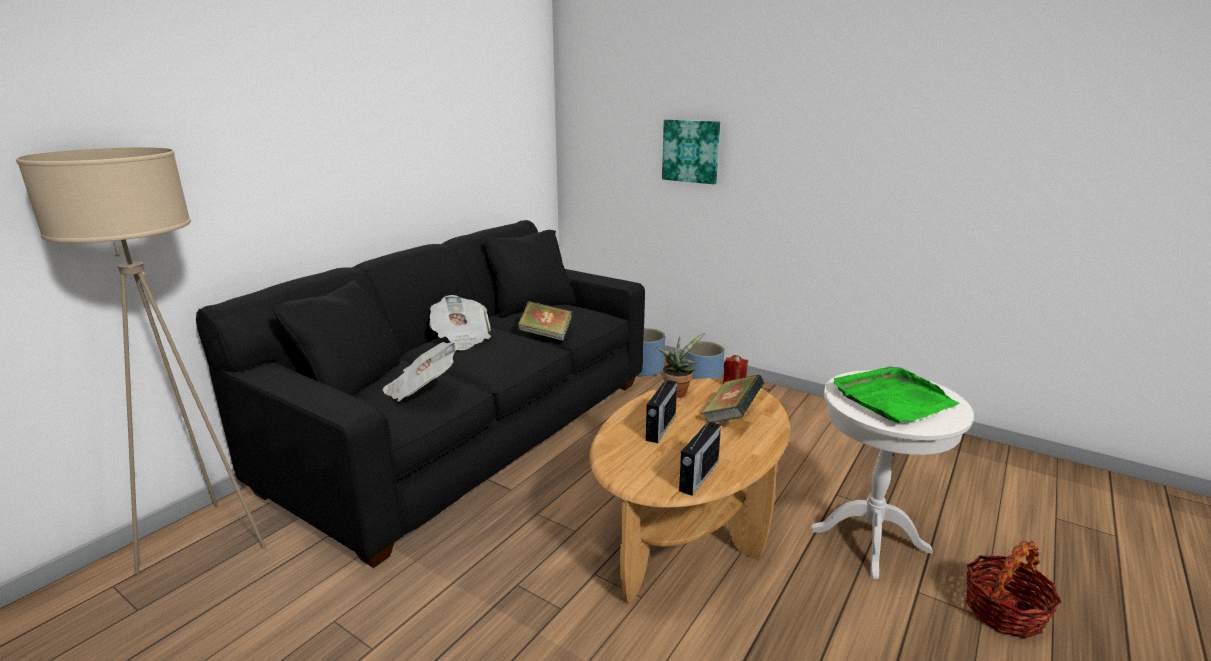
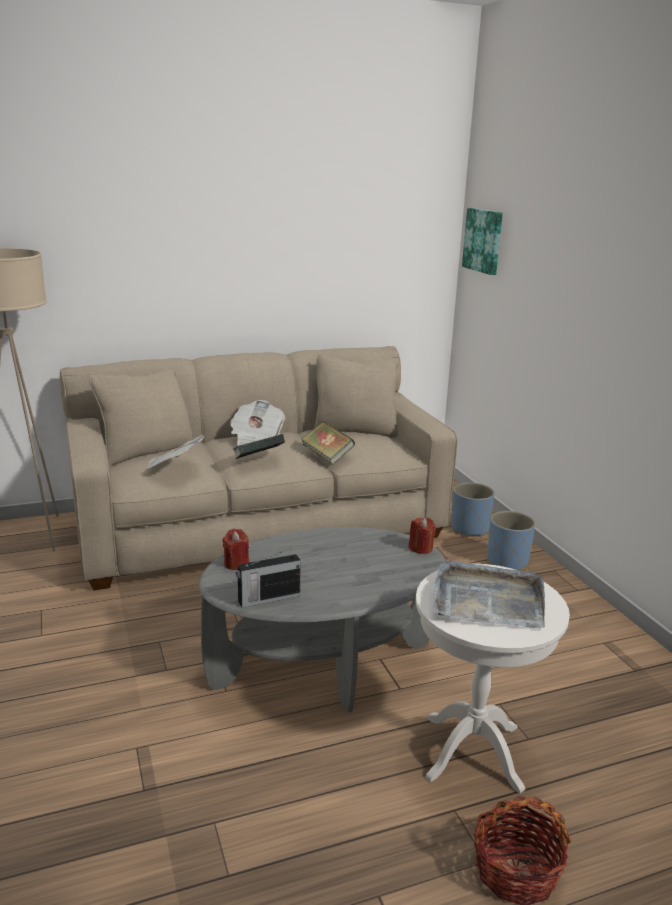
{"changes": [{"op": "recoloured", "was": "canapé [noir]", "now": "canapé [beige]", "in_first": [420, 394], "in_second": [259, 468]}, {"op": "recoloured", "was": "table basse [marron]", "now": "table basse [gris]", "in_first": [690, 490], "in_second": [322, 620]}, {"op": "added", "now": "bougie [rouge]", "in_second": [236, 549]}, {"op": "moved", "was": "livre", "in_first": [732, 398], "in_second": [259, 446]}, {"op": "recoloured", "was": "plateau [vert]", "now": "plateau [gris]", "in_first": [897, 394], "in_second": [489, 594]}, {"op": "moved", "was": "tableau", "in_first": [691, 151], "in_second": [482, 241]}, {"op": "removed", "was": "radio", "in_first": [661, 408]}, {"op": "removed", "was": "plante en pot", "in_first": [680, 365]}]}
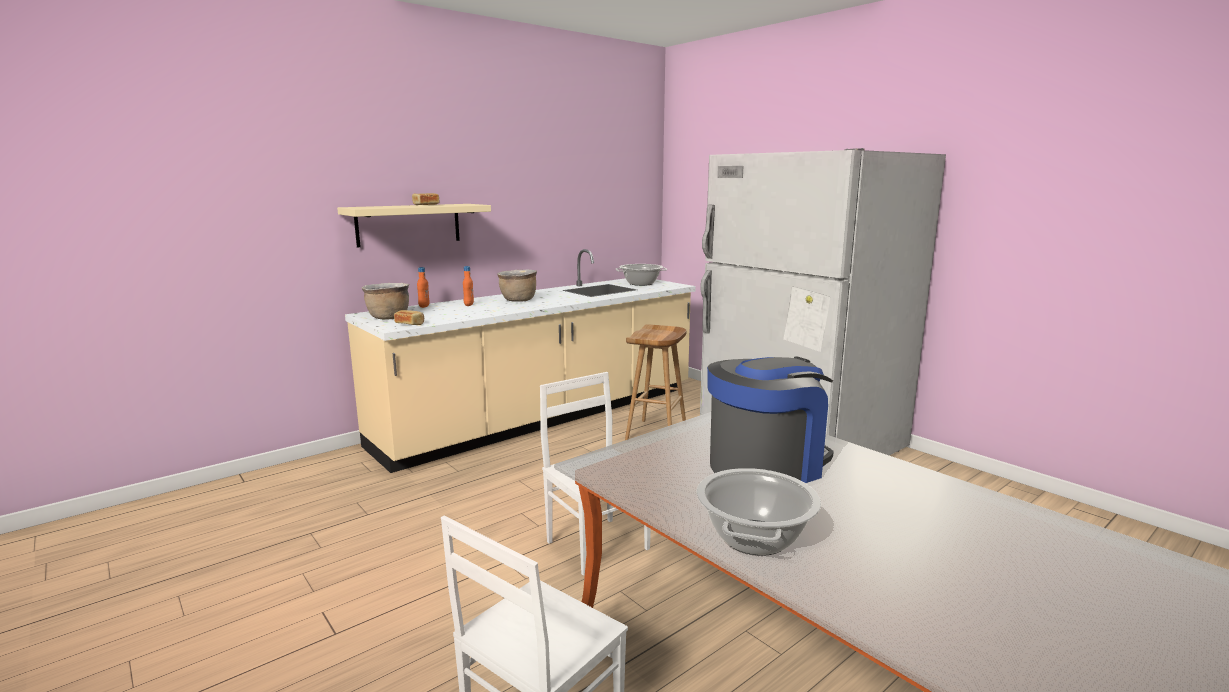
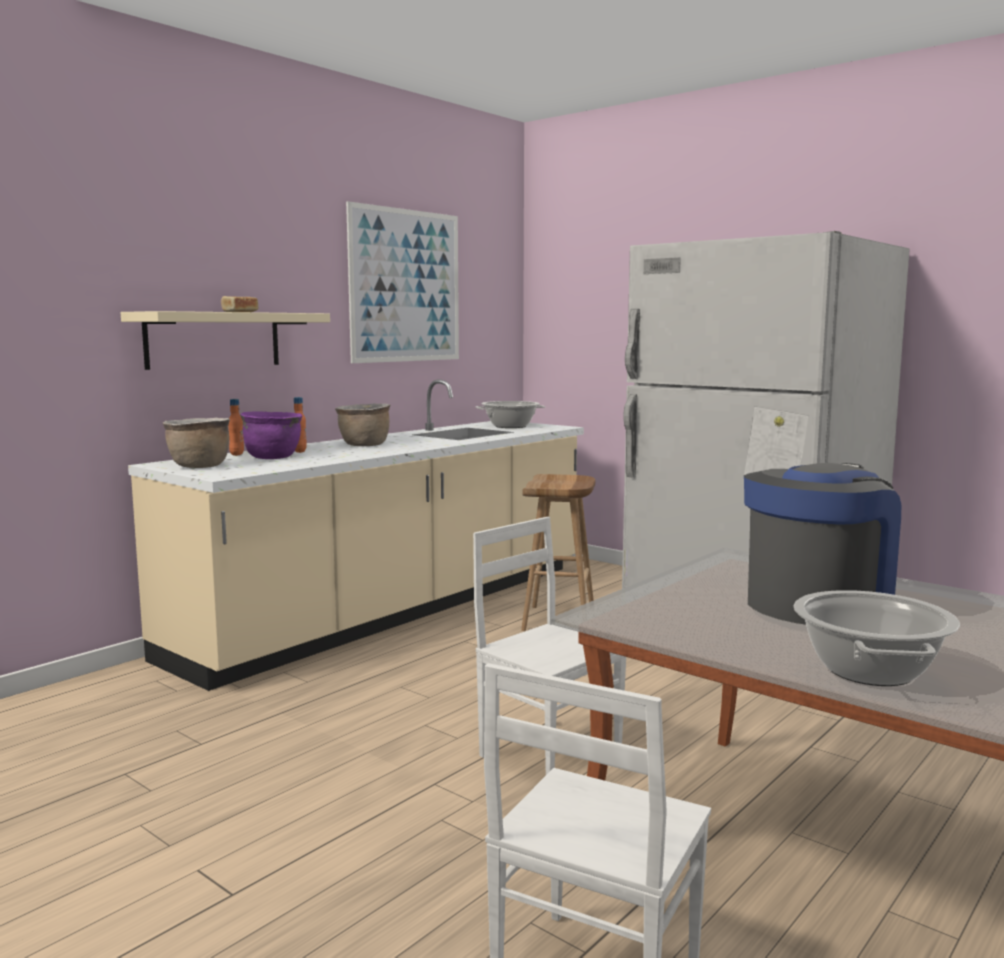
{"changes": [{"op": "added", "now": "marmite [violet]", "in_second": [271, 435]}, {"op": "added", "now": "tableau", "in_second": [402, 282]}, {"op": "removed", "was": "pain", "in_first": [409, 317]}]}
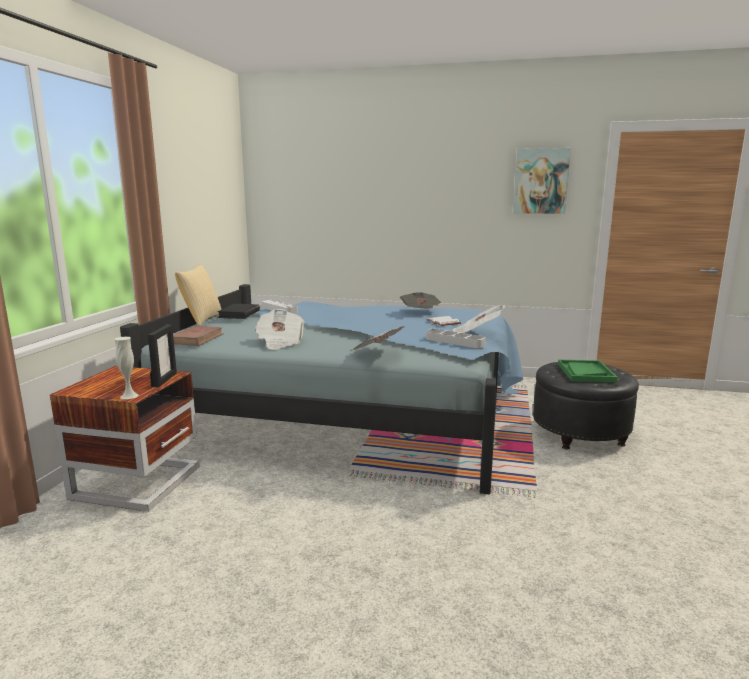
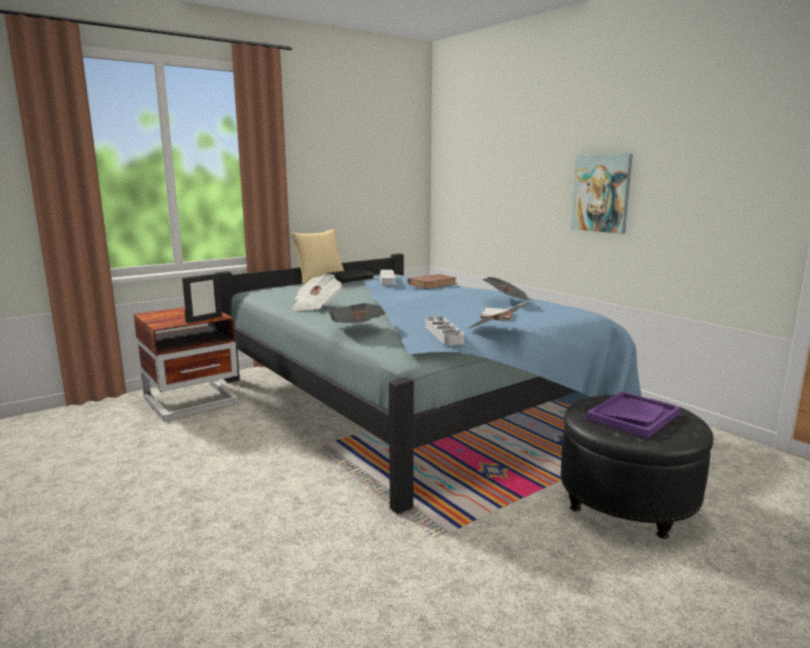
{"changes": [{"op": "moved", "was": "livre [marron]", "in_first": [198, 336], "in_second": [433, 281]}, {"op": "moved", "was": "tableau", "in_first": [542, 181], "in_second": [602, 194]}, {"op": "recoloured", "was": "plateau [vert]", "now": "plateau [violet]", "in_first": [588, 371], "in_second": [633, 414]}, {"op": "removed", "was": "vase [blanc]", "in_first": [126, 368]}]}
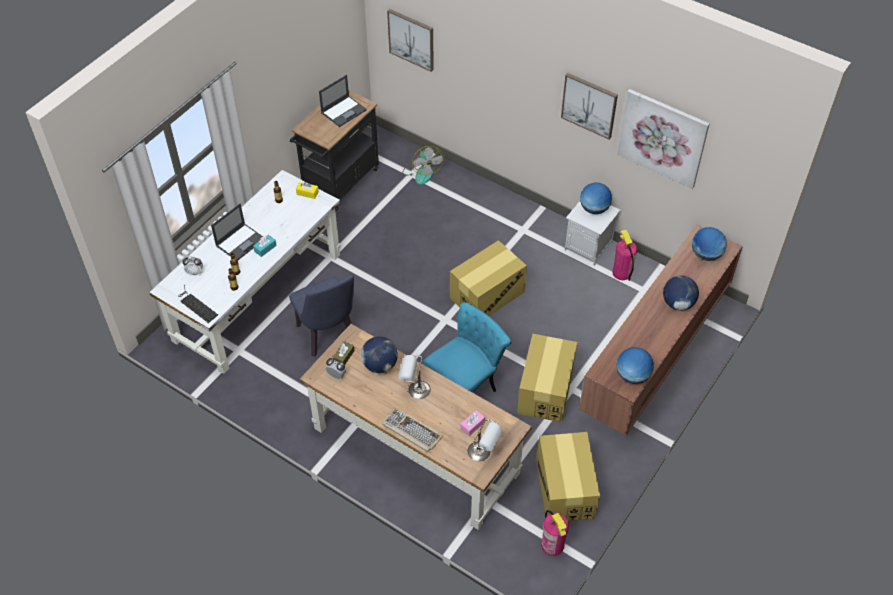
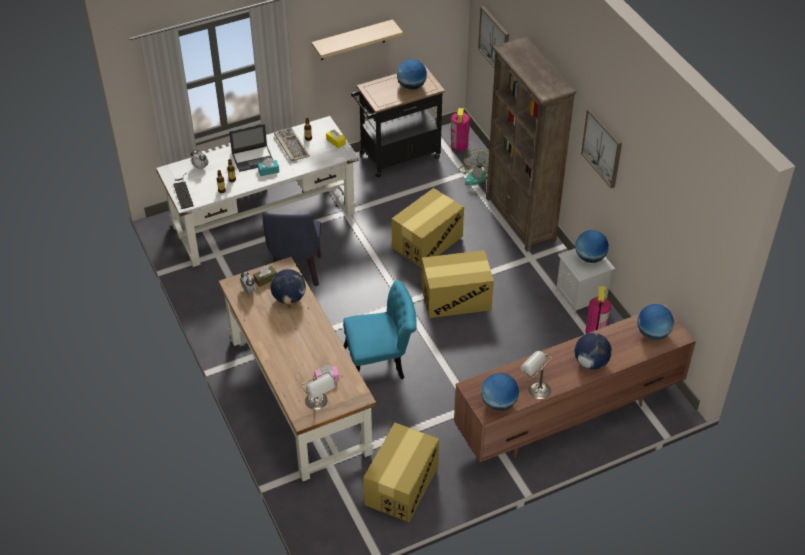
{"changes": [{"op": "moved", "was": "clavier", "in_first": [412, 429], "in_second": [292, 144]}, {"op": "added", "now": "étagère", "in_second": [357, 39]}, {"op": "moved", "was": "carton", "in_first": [547, 378], "in_second": [428, 228]}, {"op": "replaced", "was": "ordinateur portable", "now": "globe", "in_first": [343, 101], "in_second": [412, 74]}, {"op": "moved", "was": "extincteur", "in_first": [555, 533], "in_second": [460, 129]}, {"op": "added", "now": "bibliothèque [marron]", "in_second": [531, 144]}, {"op": "moved", "was": "lampe de table [blanc]", "in_first": [414, 376], "in_second": [536, 375]}, {"op": "removed", "was": "tableau", "in_first": [663, 139]}]}
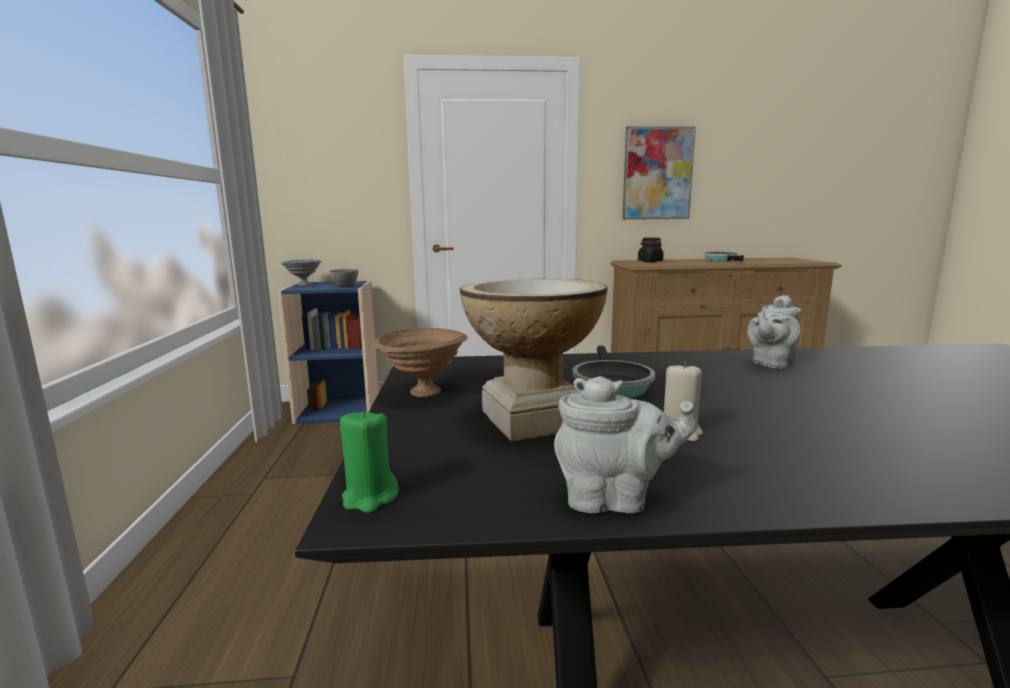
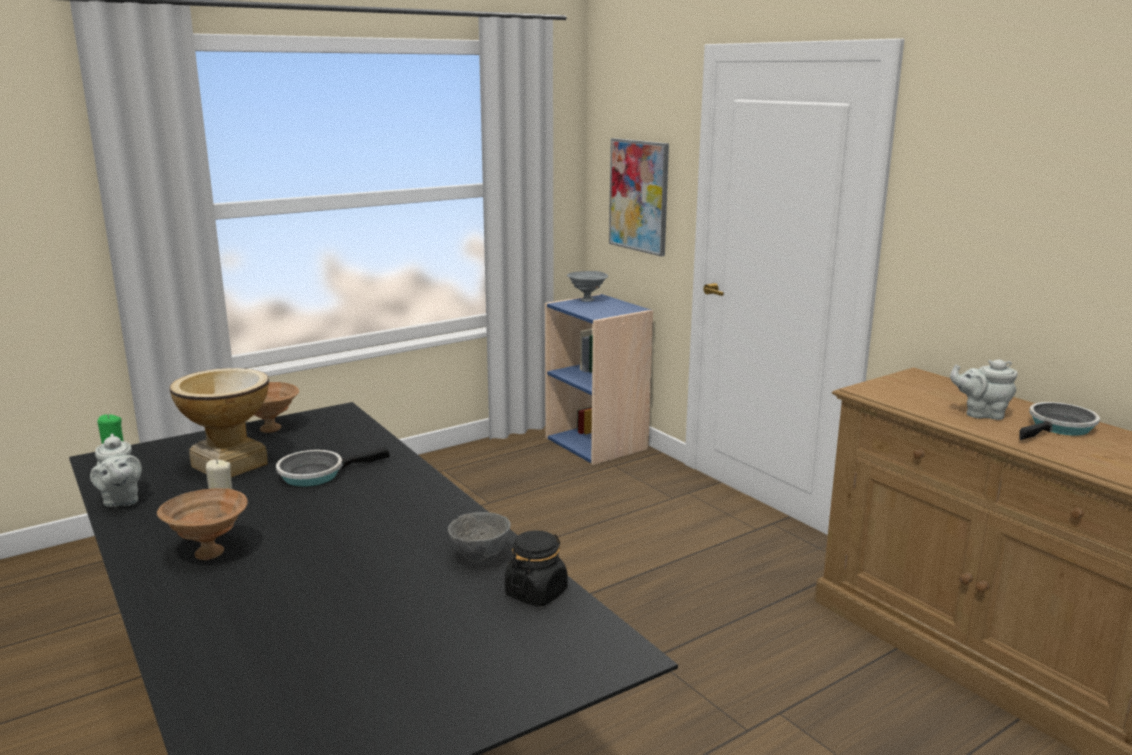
{"changes": [{"op": "added", "now": "bol [marron]", "in_second": [202, 524]}, {"op": "moved", "was": "bol [gris]", "in_first": [343, 278], "in_second": [479, 537]}, {"op": "moved", "was": "bocal [noir]", "in_first": [651, 249], "in_second": [536, 568]}, {"op": "moved", "was": "tableau", "in_first": [659, 173], "in_second": [639, 197]}, {"op": "moved", "was": "théière [gris]", "in_first": [774, 332], "in_second": [984, 389]}]}
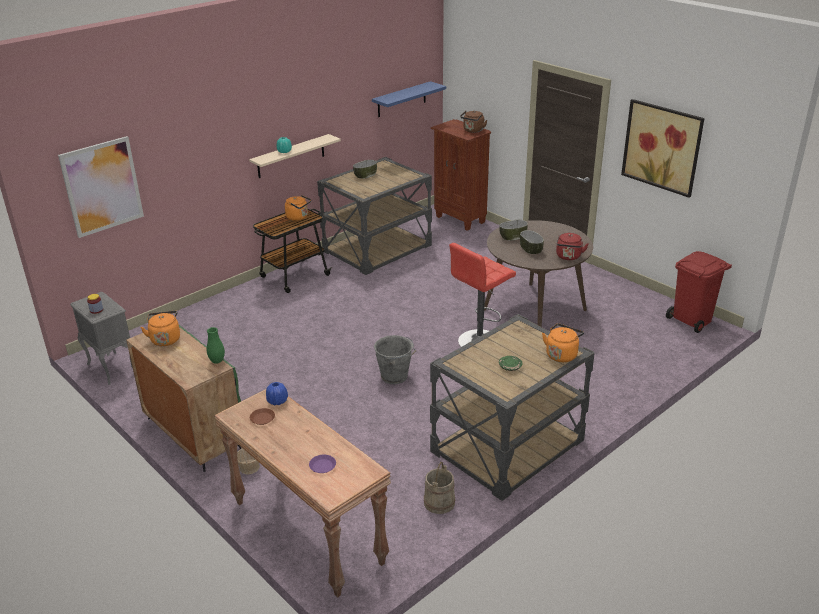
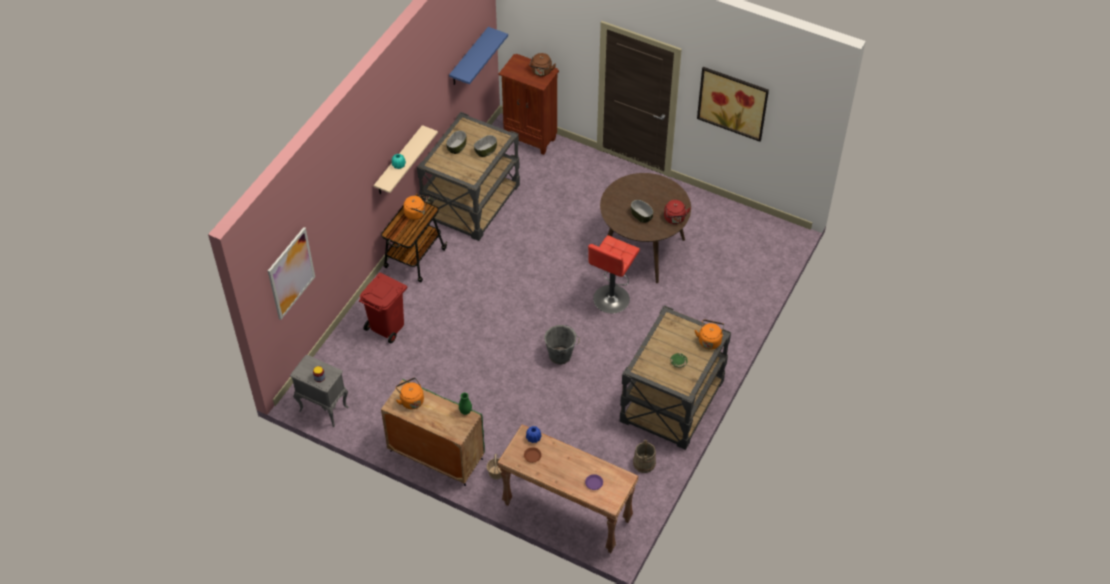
{"changes": [{"op": "moved", "was": "poubelle [rouge]", "in_first": [699, 292], "in_second": [383, 308]}, {"op": "moved", "was": "bol", "in_first": [513, 230], "in_second": [485, 146]}]}
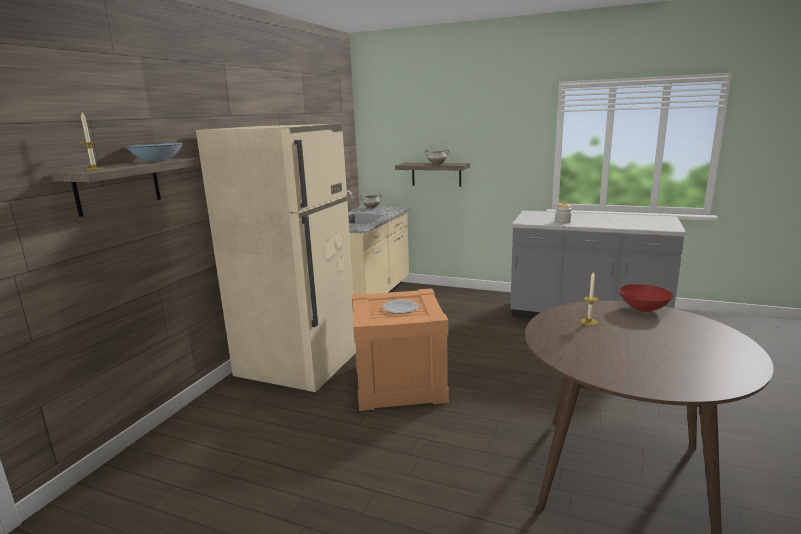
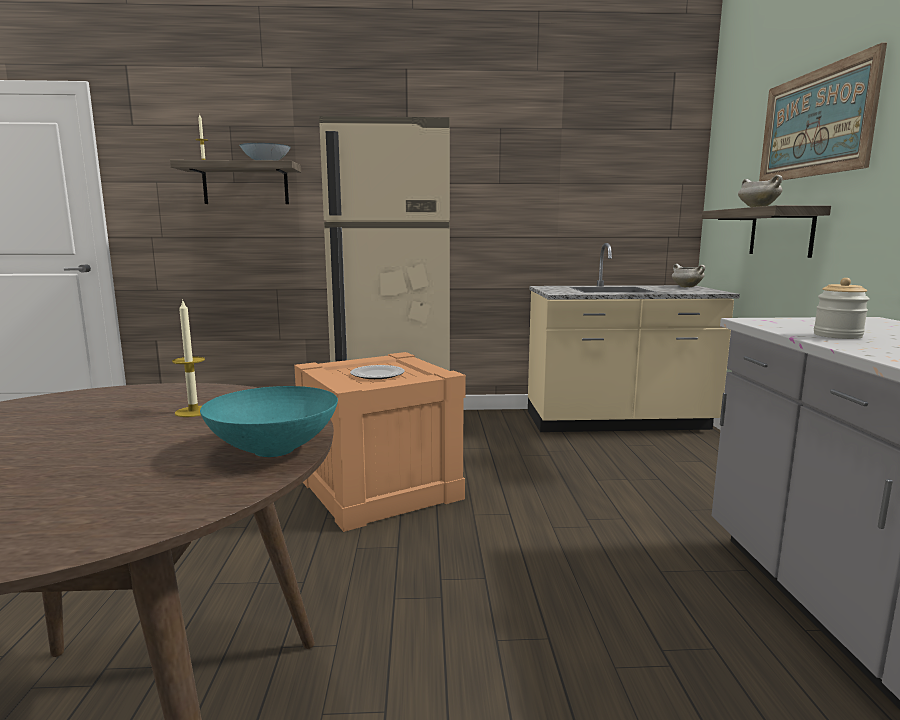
{"changes": [{"op": "recoloured", "was": "bol [rouge]", "now": "bol [turquoise]", "in_first": [646, 298], "in_second": [269, 421]}, {"op": "added", "now": "tableau", "in_second": [823, 112]}]}
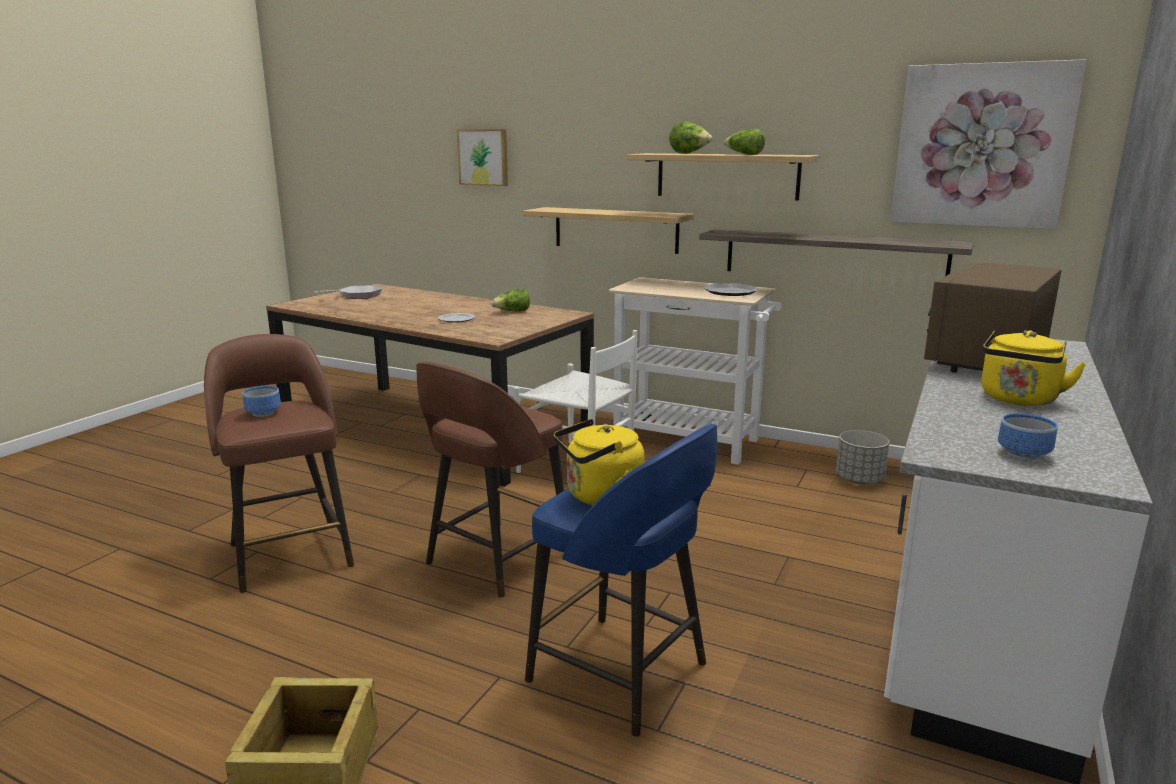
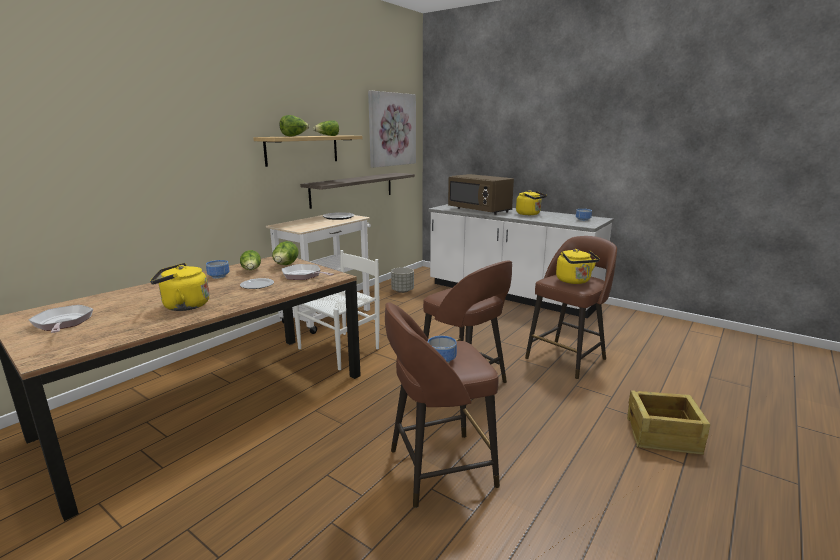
{"changes": [{"op": "added", "now": "bouilloire [jaune]", "in_second": [179, 287]}, {"op": "added", "now": "bol", "in_second": [218, 269]}, {"op": "added", "now": "laitue", "in_second": [285, 253]}, {"op": "added", "now": "poêle", "in_second": [308, 272]}, {"op": "recoloured", "was": "tabouret [bleu]", "now": "tabouret [marron]", "in_first": [621, 580], "in_second": [571, 307]}, {"op": "removed", "was": "tableau", "in_first": [482, 157]}, {"op": "removed", "was": "étagère", "in_first": [608, 230]}]}
